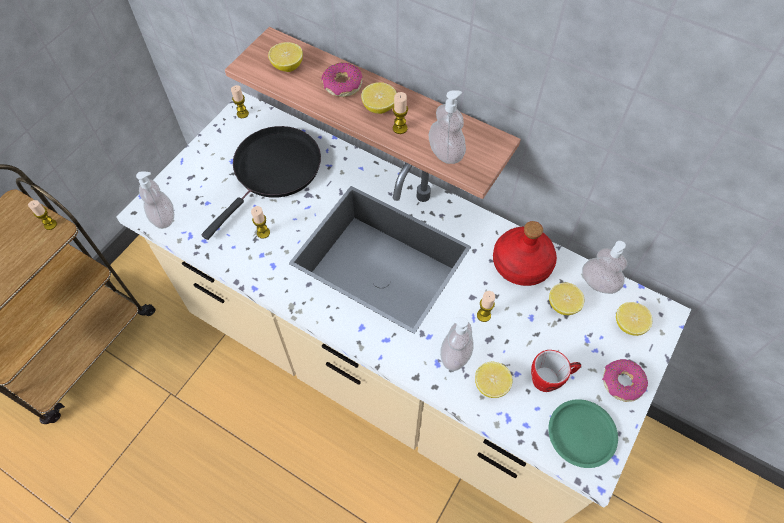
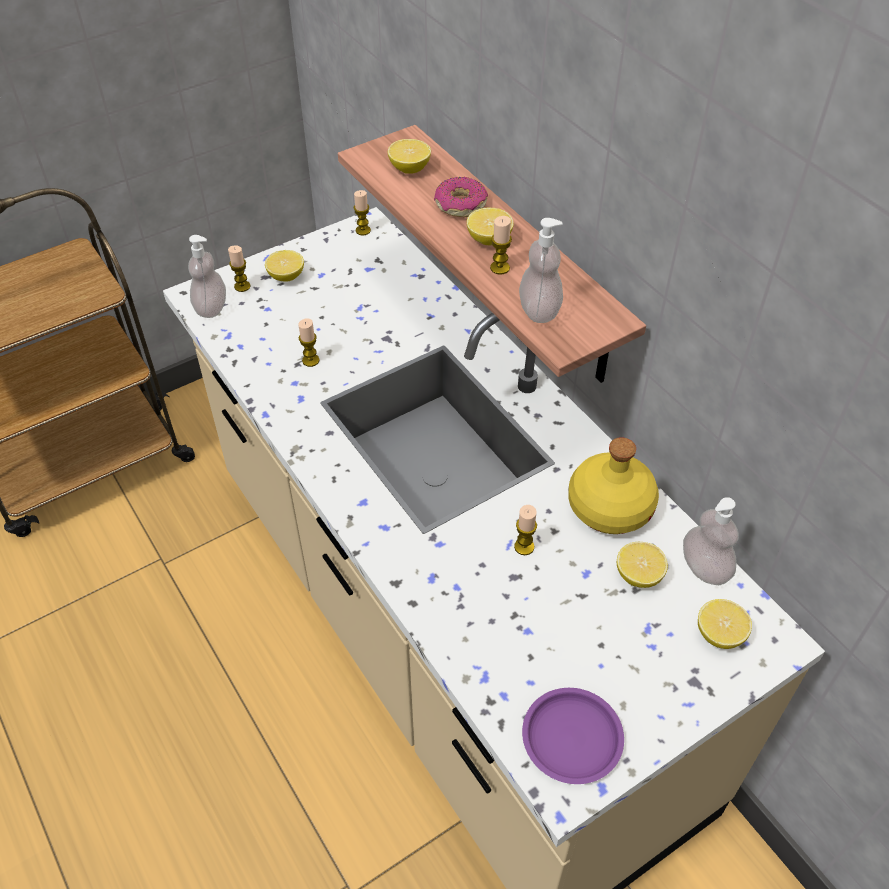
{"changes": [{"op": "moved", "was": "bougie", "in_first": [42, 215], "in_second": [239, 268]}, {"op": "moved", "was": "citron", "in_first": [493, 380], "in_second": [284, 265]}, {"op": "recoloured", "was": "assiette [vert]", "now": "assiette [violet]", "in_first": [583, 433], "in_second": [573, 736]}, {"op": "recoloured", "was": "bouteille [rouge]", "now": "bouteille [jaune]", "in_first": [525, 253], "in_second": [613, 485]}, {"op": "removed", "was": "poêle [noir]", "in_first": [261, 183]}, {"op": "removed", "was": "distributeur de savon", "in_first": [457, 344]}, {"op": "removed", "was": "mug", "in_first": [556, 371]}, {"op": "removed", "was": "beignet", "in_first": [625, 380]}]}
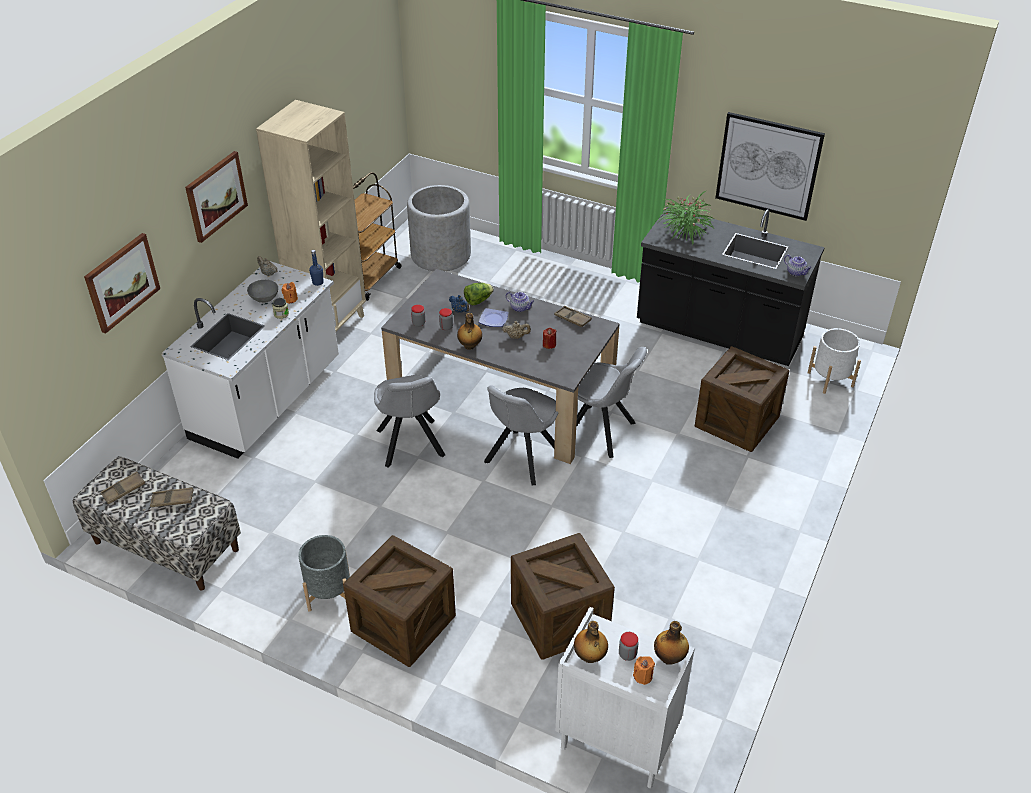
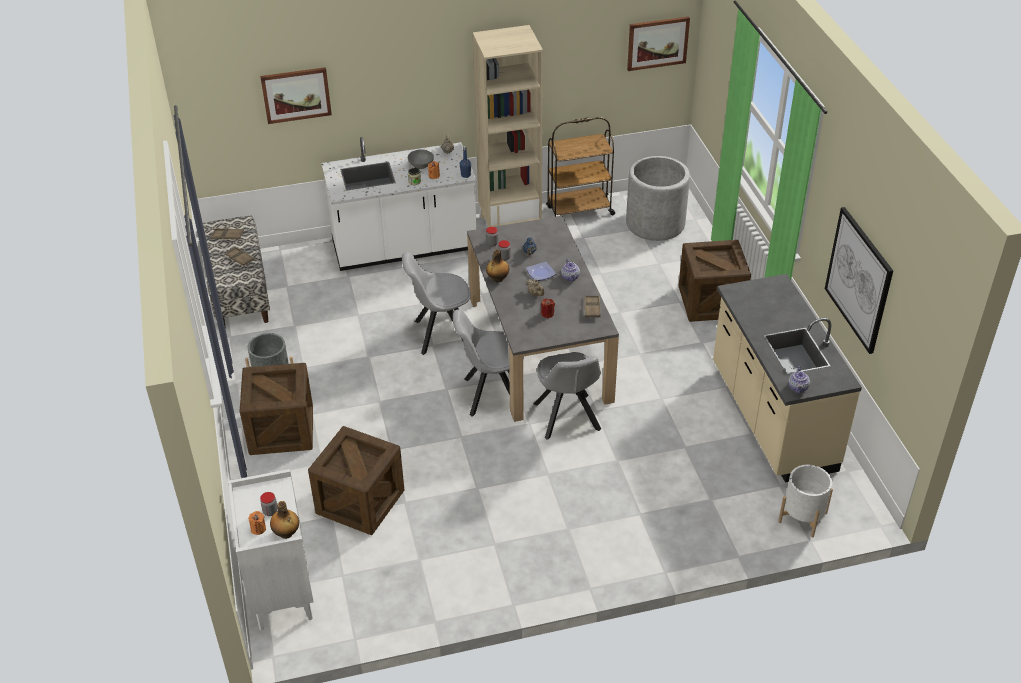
{"changes": [{"op": "turned", "was": "chaise [gris]", "in_first": [409, 421], "in_second": [436, 303], "clockwise": 45}, {"op": "moved", "was": "tableau", "in_first": [216, 197], "in_second": [658, 43]}, {"op": "moved", "was": "caisse", "in_first": [742, 399], "in_second": [715, 281]}, {"op": "recoloured", "was": "comptoir de cuisine [noir]", "now": "comptoir de cuisine [beige]", "in_first": [731, 286], "in_second": [787, 378]}, {"op": "removed", "was": "laitue", "in_first": [479, 294]}, {"op": "removed", "was": "bouteille", "in_first": [591, 642]}, {"op": "removed", "was": "plante en pot", "in_first": [684, 218]}]}
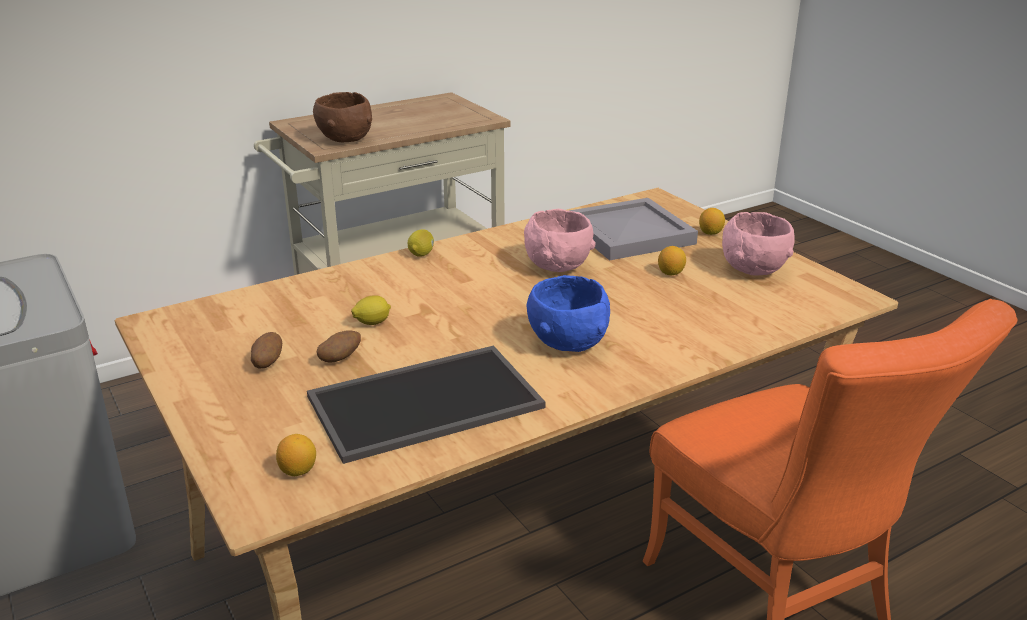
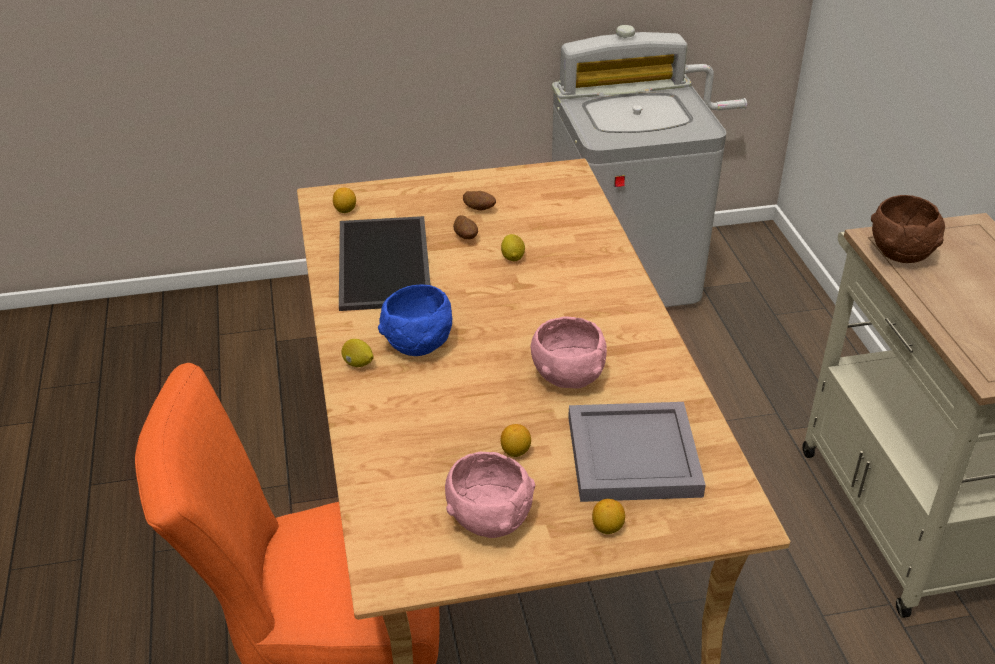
{"changes": [{"op": "moved", "was": "citron", "in_first": [421, 243], "in_second": [357, 353]}]}
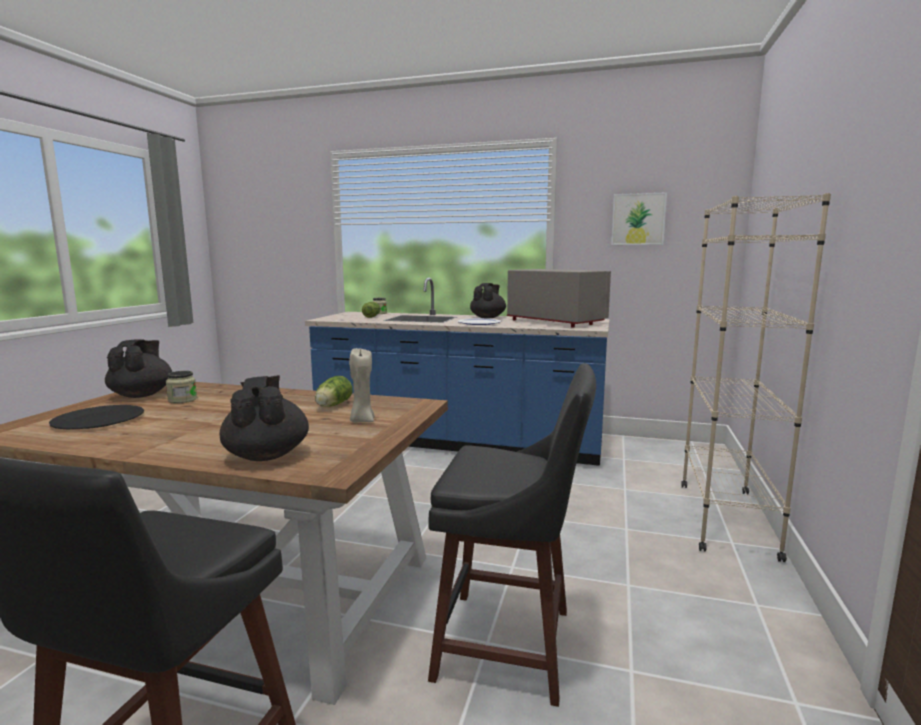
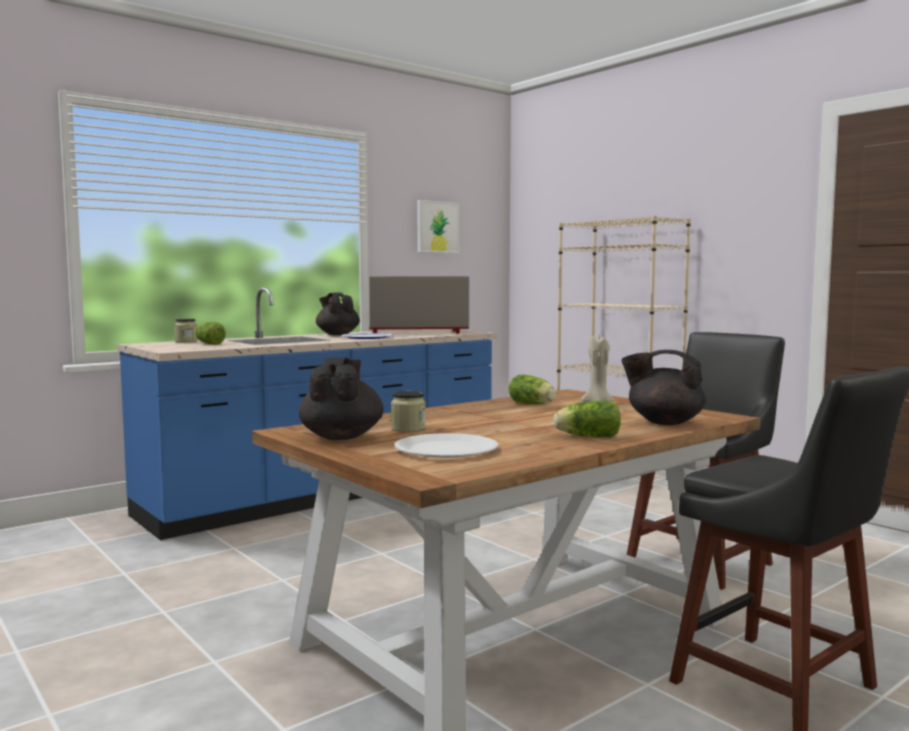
{"changes": [{"op": "turned", "was": "théière [noir]", "in_first": [138, 368], "in_second": [341, 398], "clockwise": 60}, {"op": "recoloured", "was": "assiette [noir]", "now": "assiette [blanc]", "in_first": [96, 417], "in_second": [447, 445]}, {"op": "added", "now": "laitue", "in_second": [587, 419]}]}
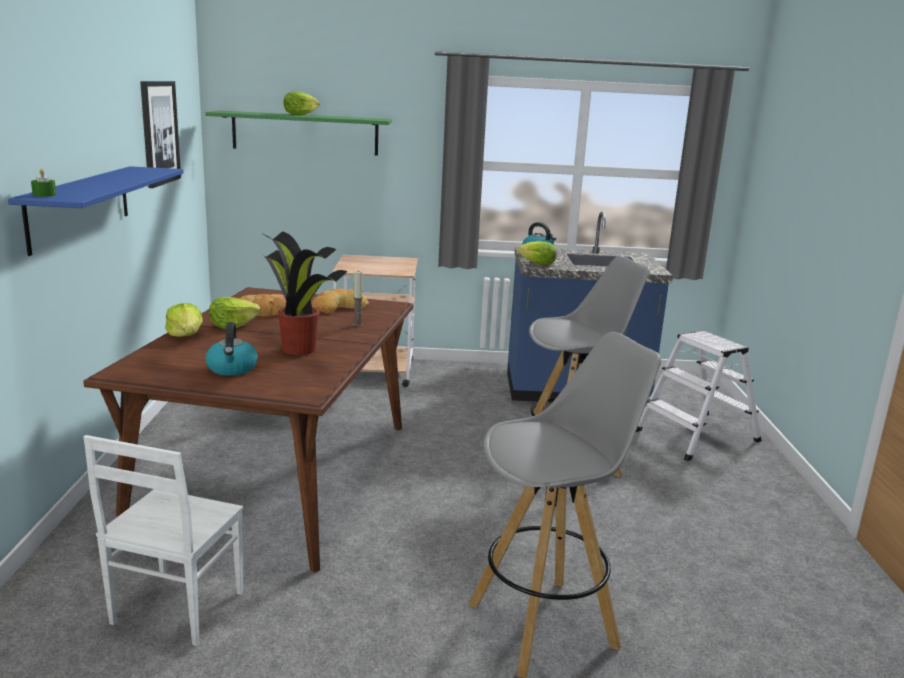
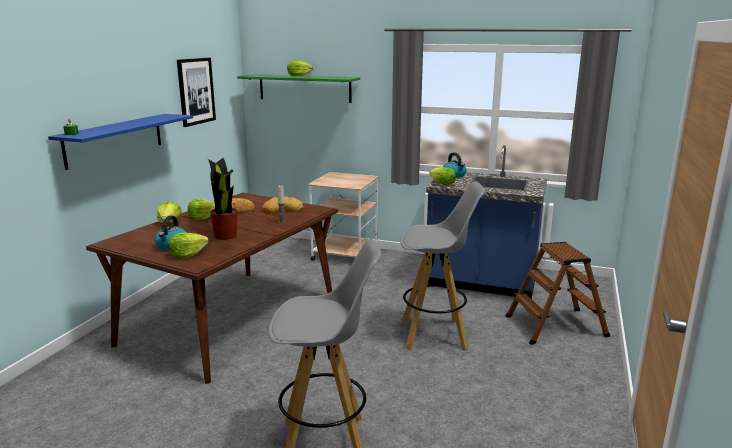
{"changes": [{"op": "added", "now": "laitue", "in_second": [188, 246]}, {"op": "recoloured", "was": "escabeau [blanc]", "now": "escabeau [marron]", "in_first": [699, 395], "in_second": [557, 293]}, {"op": "removed", "was": "chaise [blanc]", "in_first": [163, 540]}]}
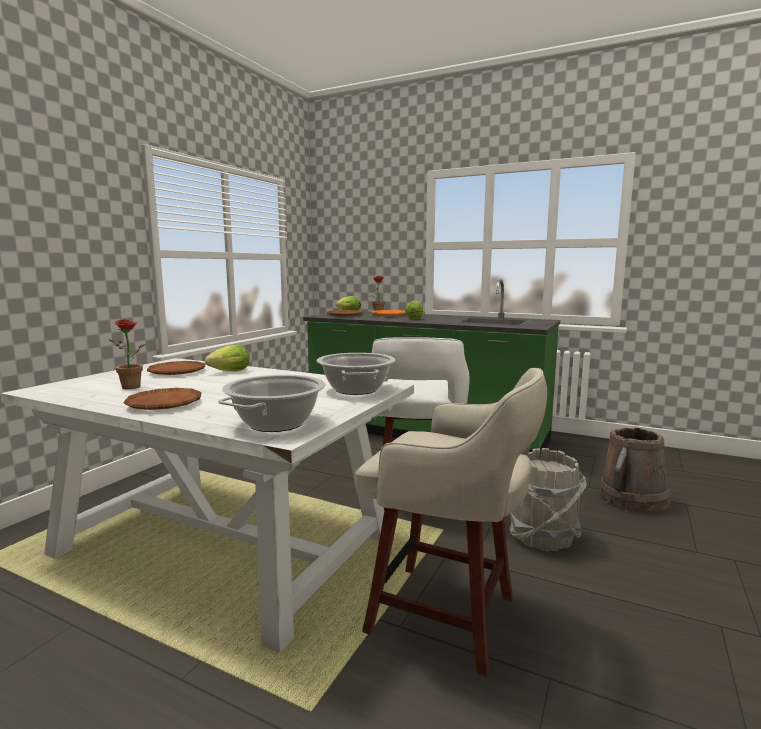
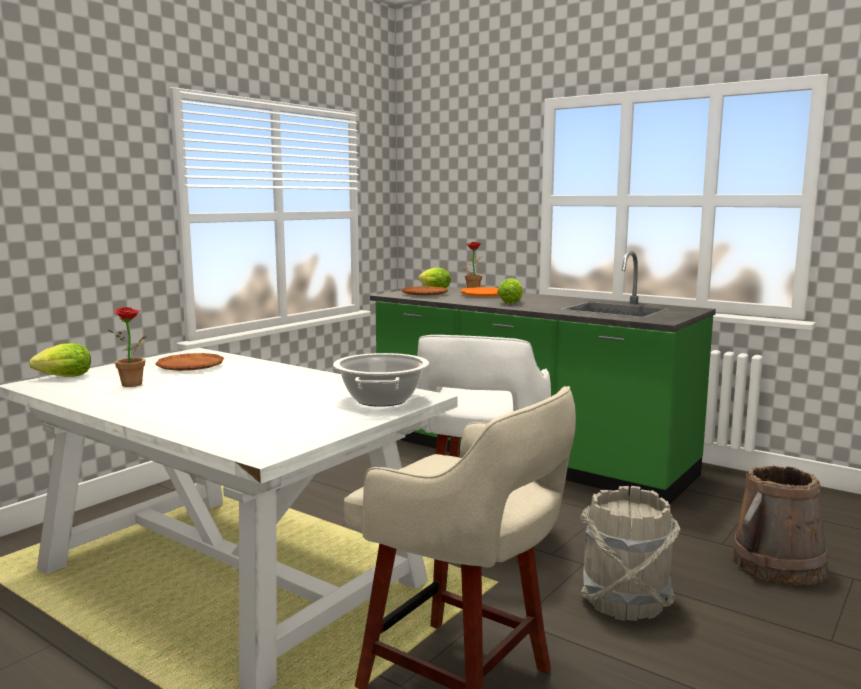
{"changes": [{"op": "moved", "was": "laitue", "in_first": [227, 357], "in_second": [60, 360]}, {"op": "removed", "was": "assiette [marron]", "in_first": [163, 399]}, {"op": "removed", "was": "marmite", "in_first": [272, 403]}]}
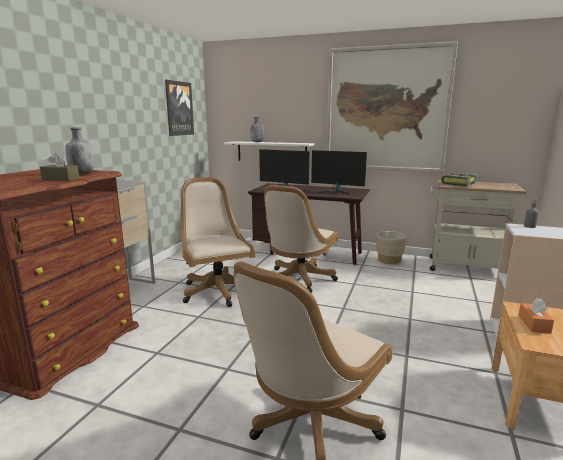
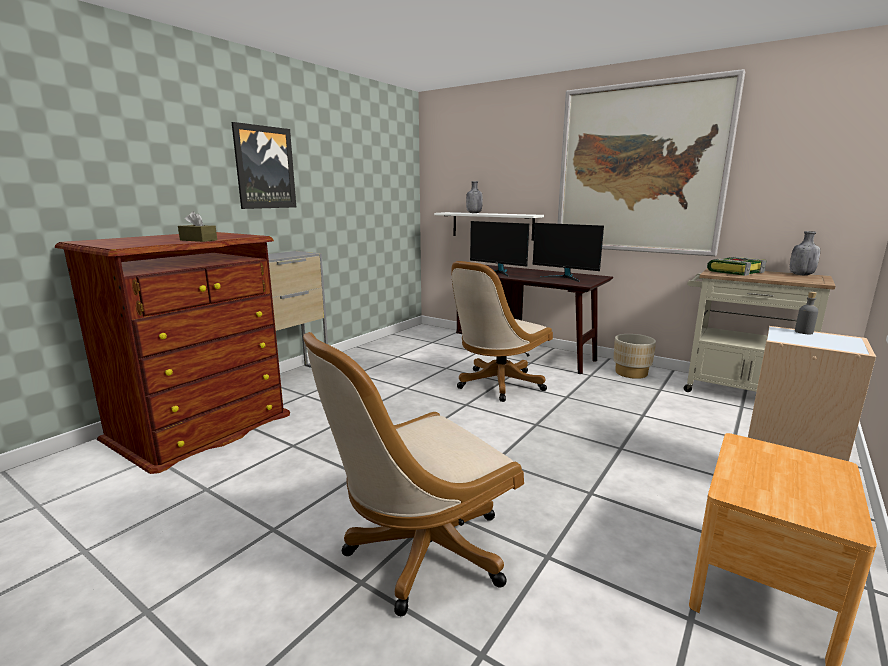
{"changes": [{"op": "moved", "was": "tableau", "in_first": [179, 108], "in_second": [264, 165]}, {"op": "moved", "was": "bouteille [gris]", "in_first": [79, 150], "in_second": [805, 253]}, {"op": "removed", "was": "chaise de bureau", "in_first": [218, 242]}, {"op": "removed", "was": "boîte à mouchoirs [orange]", "in_first": [536, 316]}]}
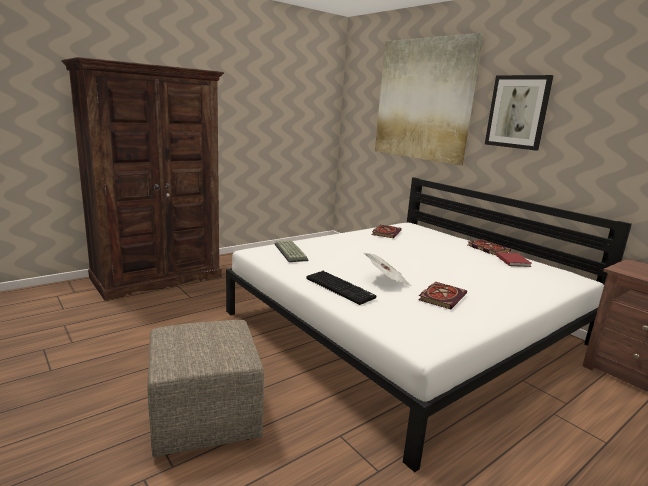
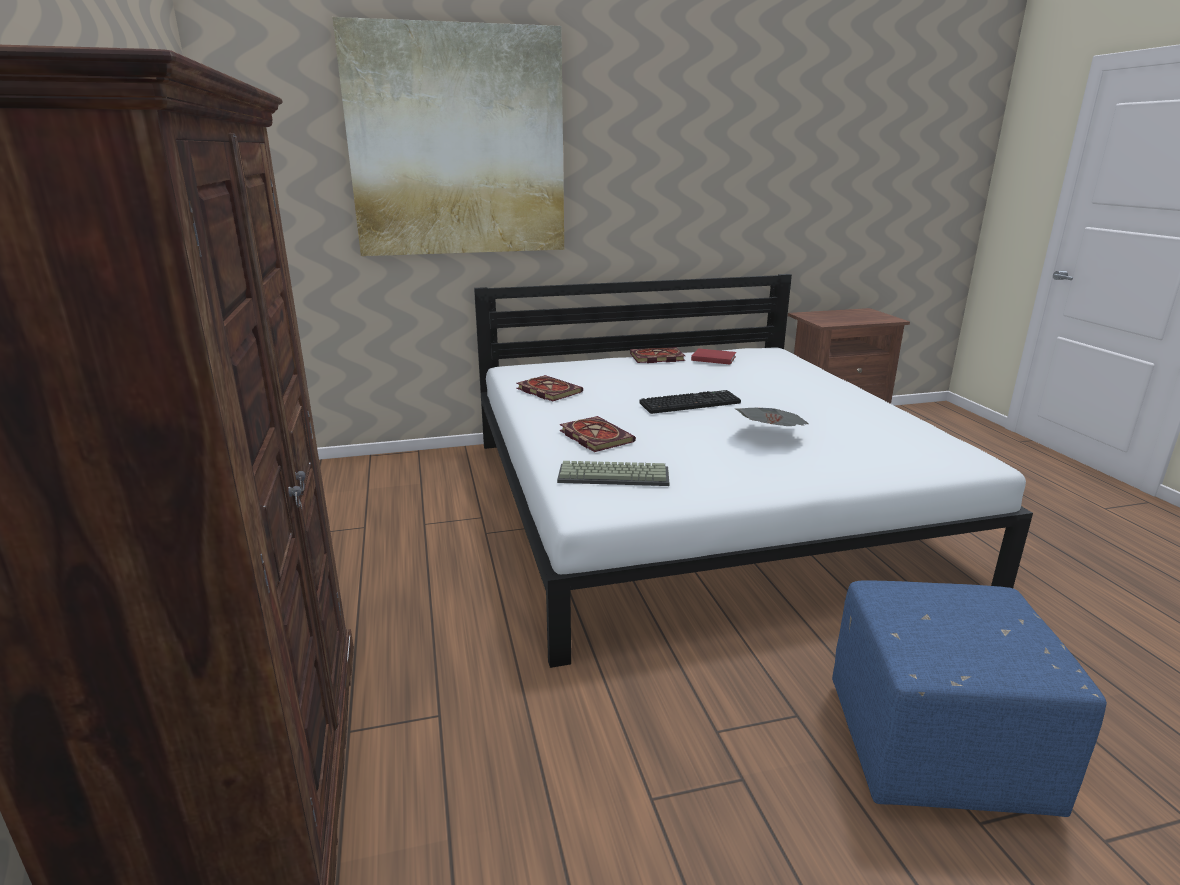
{"changes": [{"op": "moved", "was": "livre", "in_first": [442, 295], "in_second": [597, 434]}, {"op": "moved", "was": "clavier", "in_first": [341, 288], "in_second": [690, 402]}, {"op": "recoloured", "was": "pouf [beige]", "now": "pouf [bleu]", "in_first": [206, 388], "in_second": [969, 698]}, {"op": "removed", "was": "tableau", "in_first": [519, 113]}]}
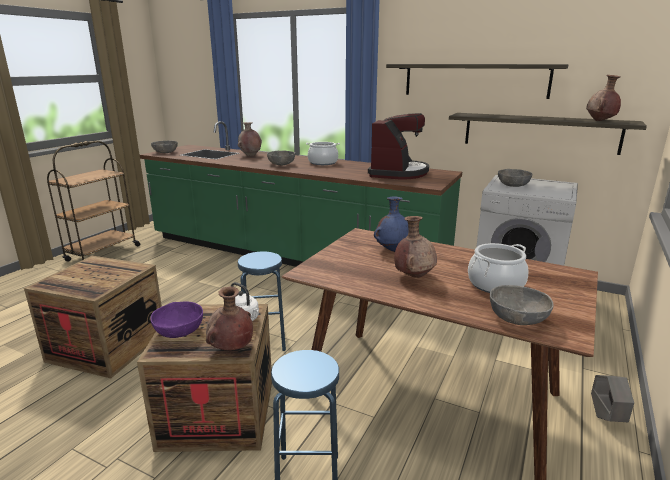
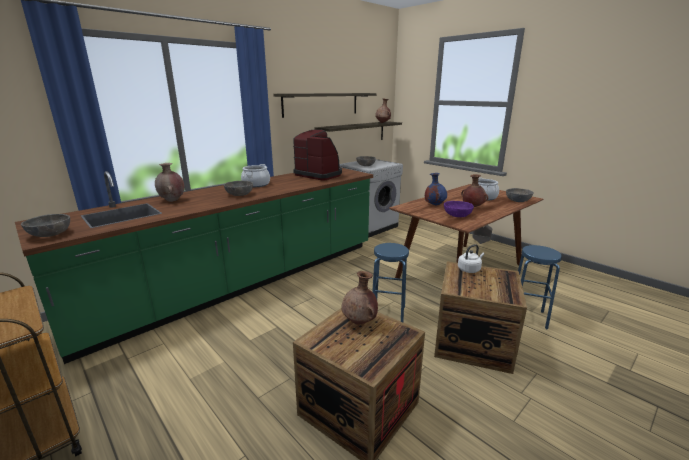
{"changes": [{"op": "moved", "was": "vase [marron]", "in_first": [229, 318], "in_second": [360, 298]}, {"op": "moved", "was": "bol [violet]", "in_first": [176, 319], "in_second": [459, 209]}]}
